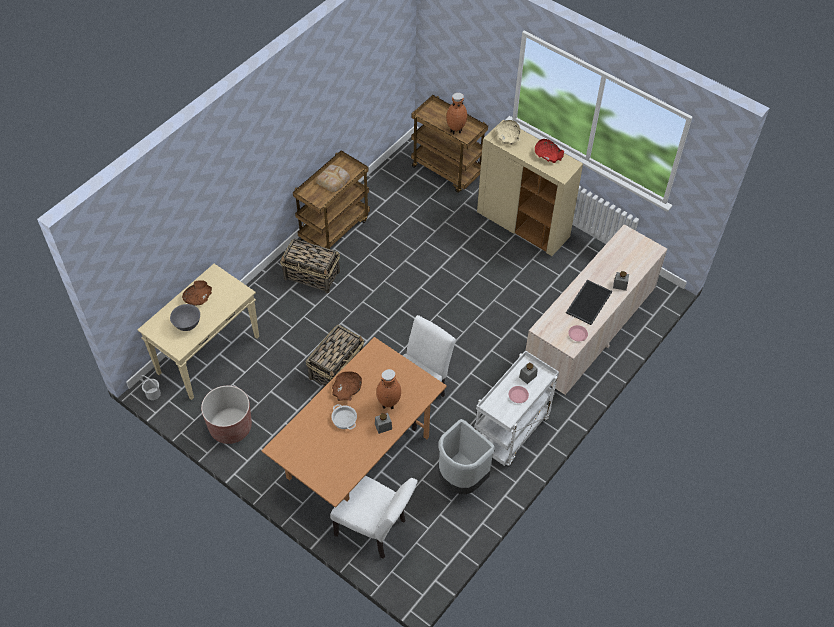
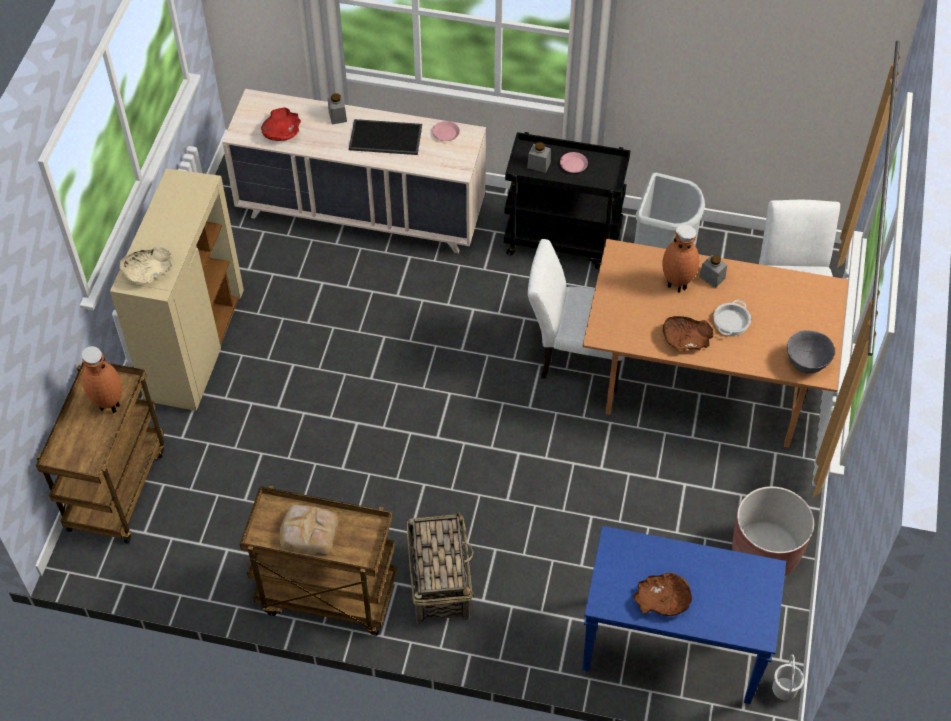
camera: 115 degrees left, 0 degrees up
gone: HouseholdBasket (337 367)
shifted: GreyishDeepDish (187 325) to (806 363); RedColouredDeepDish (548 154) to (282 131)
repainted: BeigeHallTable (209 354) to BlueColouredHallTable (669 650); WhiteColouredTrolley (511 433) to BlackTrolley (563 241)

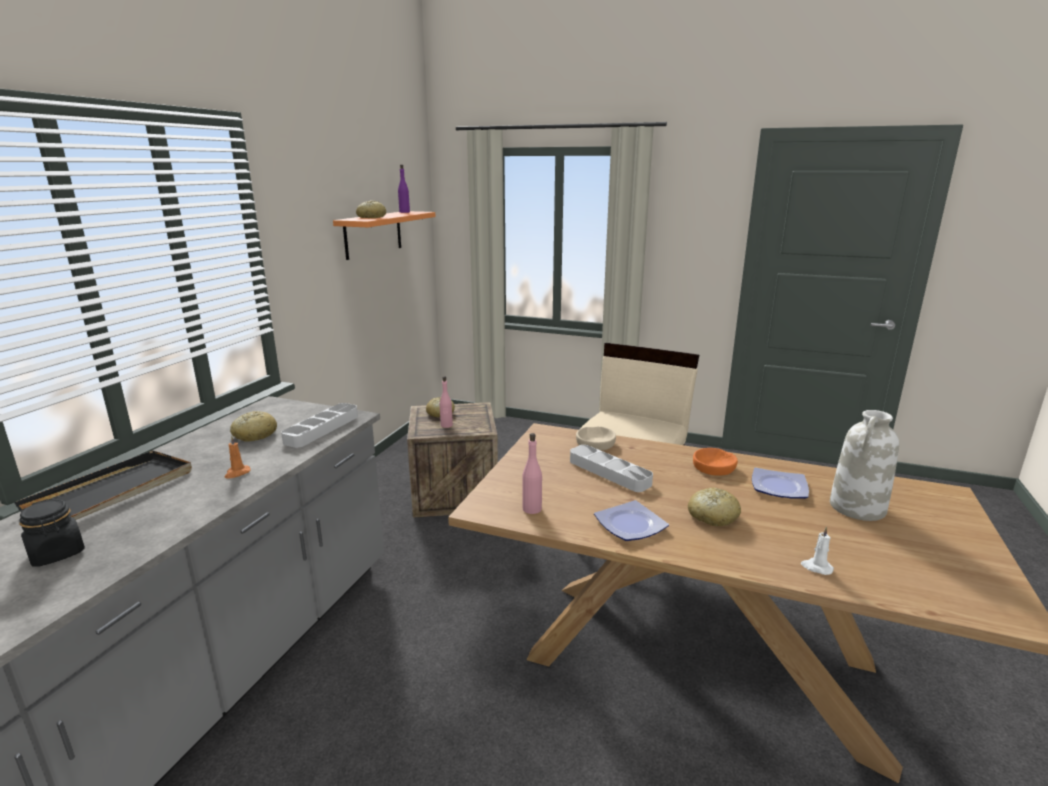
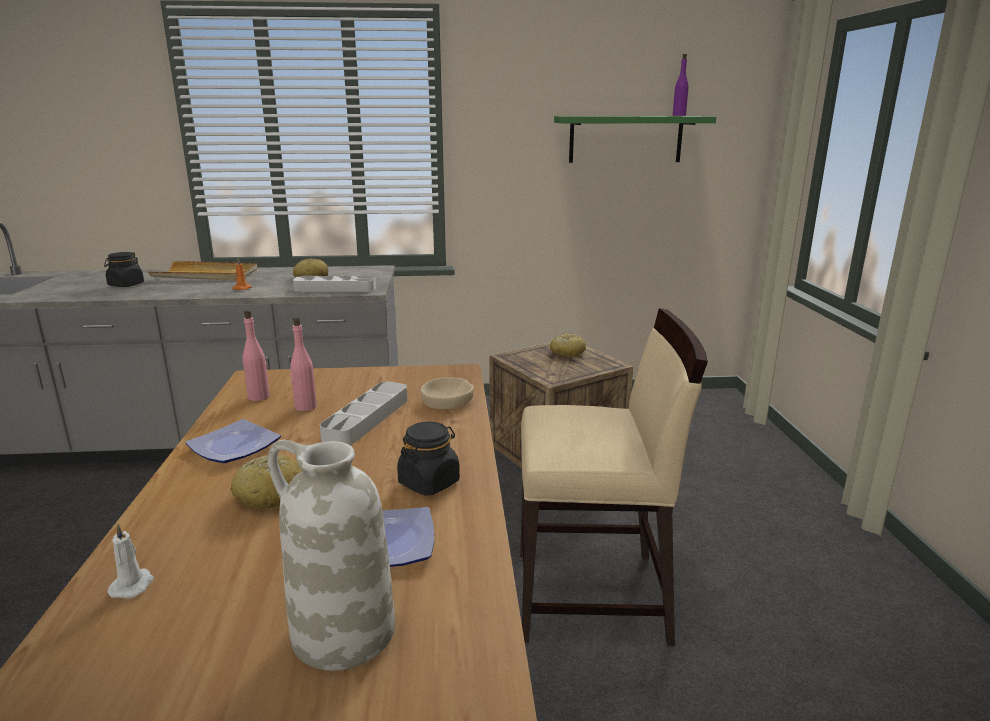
camera: 65 degrees right, 0 degrees up
gone: Bread (371 217)
shifted: PinkColouredDrinkBottle (446 425) to (305 407)
swapped: OrangeyDeepDish (714 467) to BlackStorageJar (429 482)
repainted: BlackCarryingTray (113 491) to BeigeCarryingTray (206 275); OrangeyShelf (373 234) to GreenShelf (625 139)

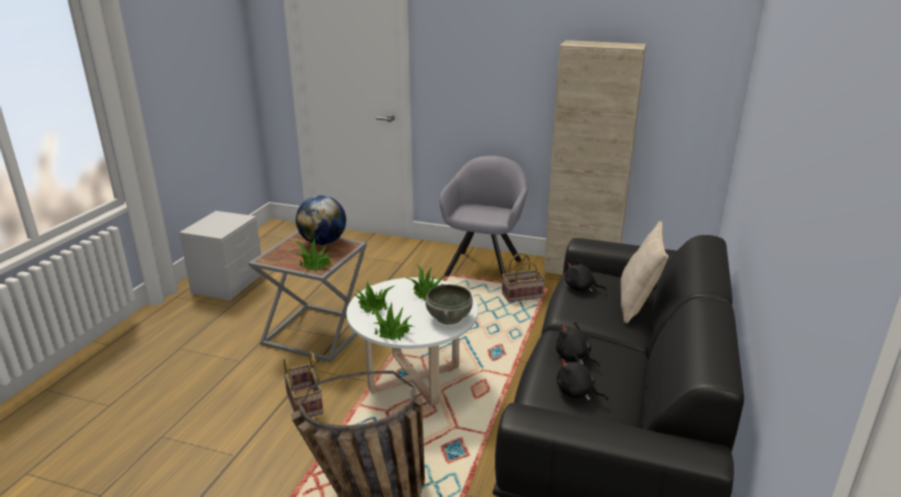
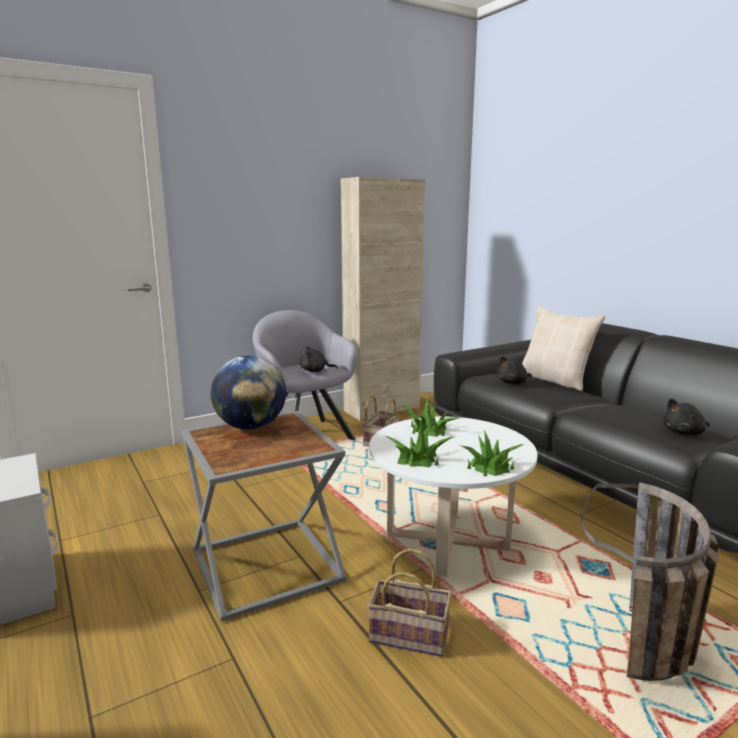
camera: 50 degrees left, 10 degrees down
gone: PlantInAPot (315 263); GreyishDeepDish (448 317)
shifted: BlackCuddlyToy (574 357) to (315 371)

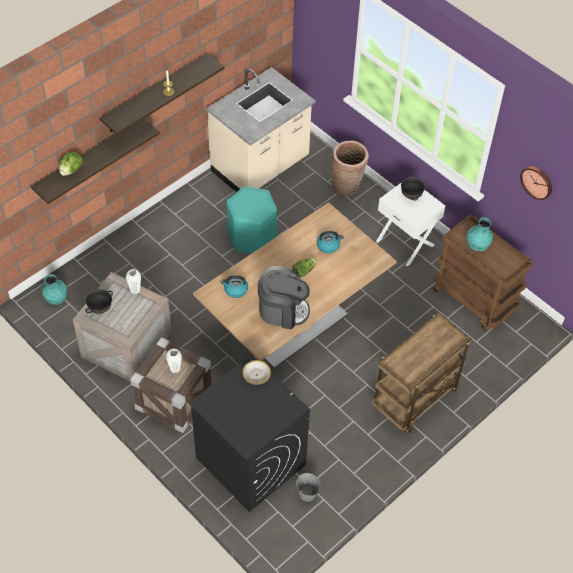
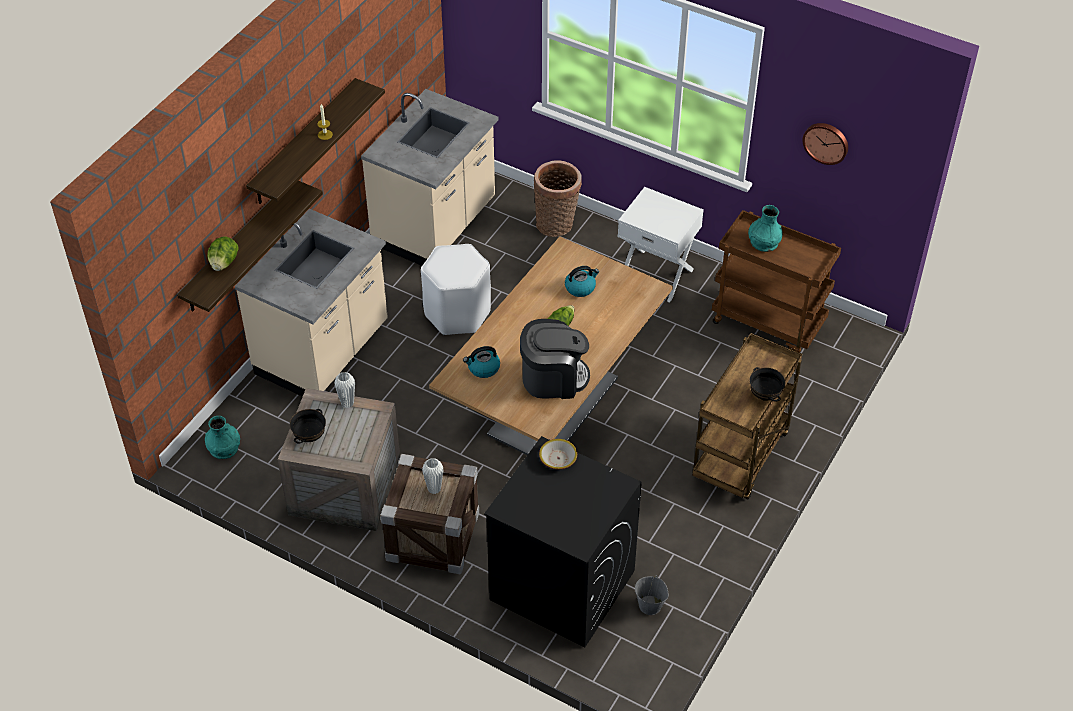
camera: 15 degrees left, 5 degrees down
new: BeigeCounter (323 351)
shifted: BlackDeepDish (411 196) to (765 395)
repainted: BlueGreenStoolSeat (251 237) to WhiteColouredStoolSeat (457 313)

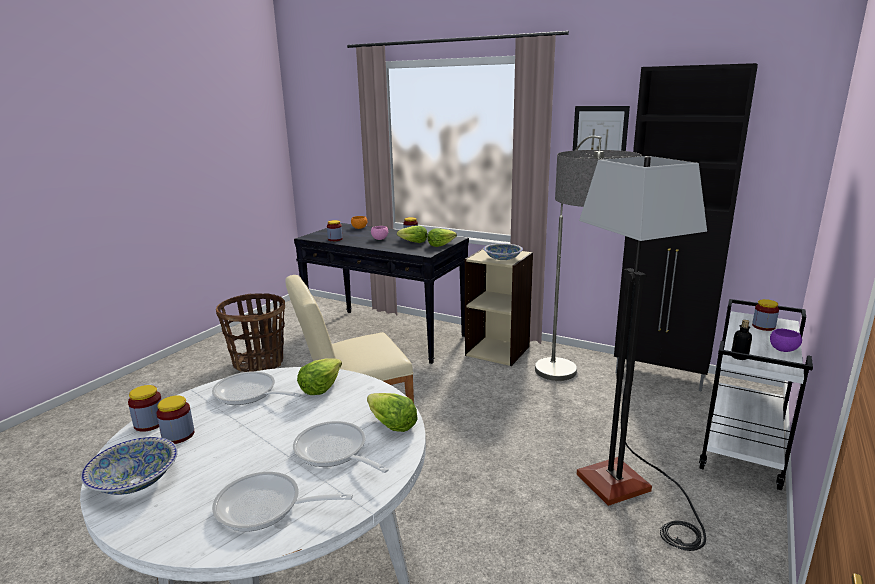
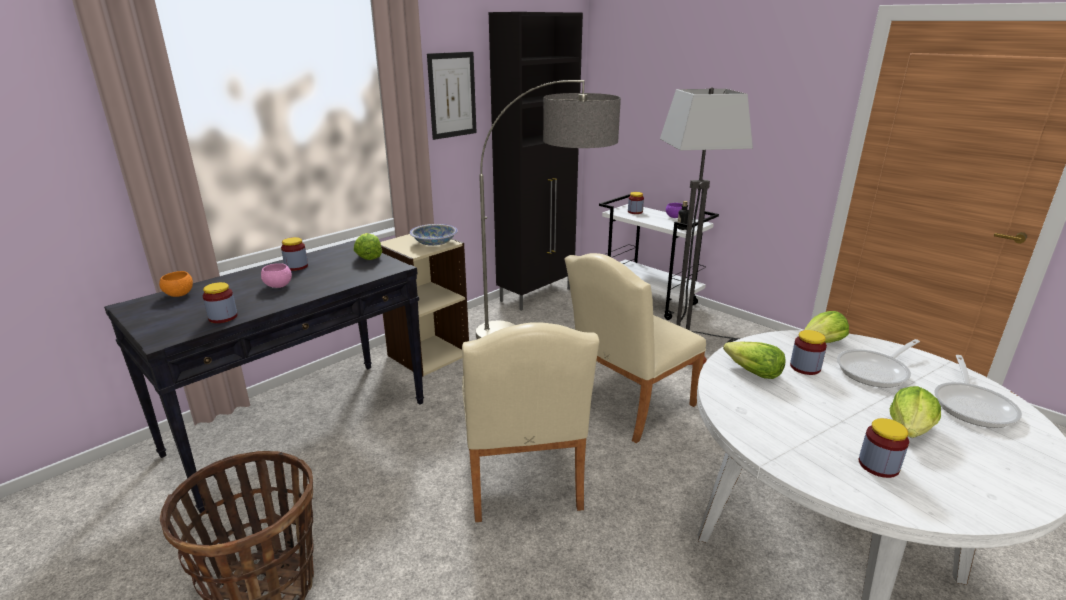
camera: 75 degrees left, 5 degrees up
gone: DeepDish (135 481); FryingPan (249 394)
new: BeigePlainChair (627 407)
shifted: StorageJar (150 423) to (805 367); HeadOfLettuce (413 242) to (910 429)

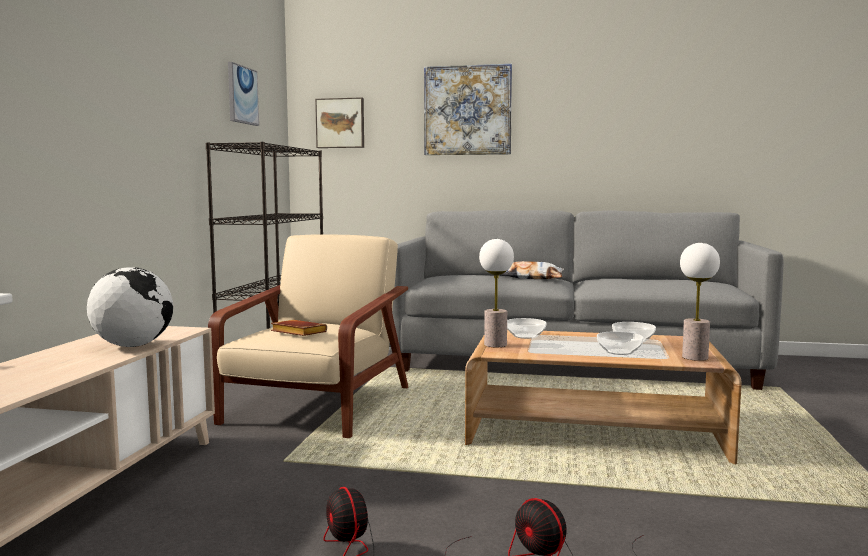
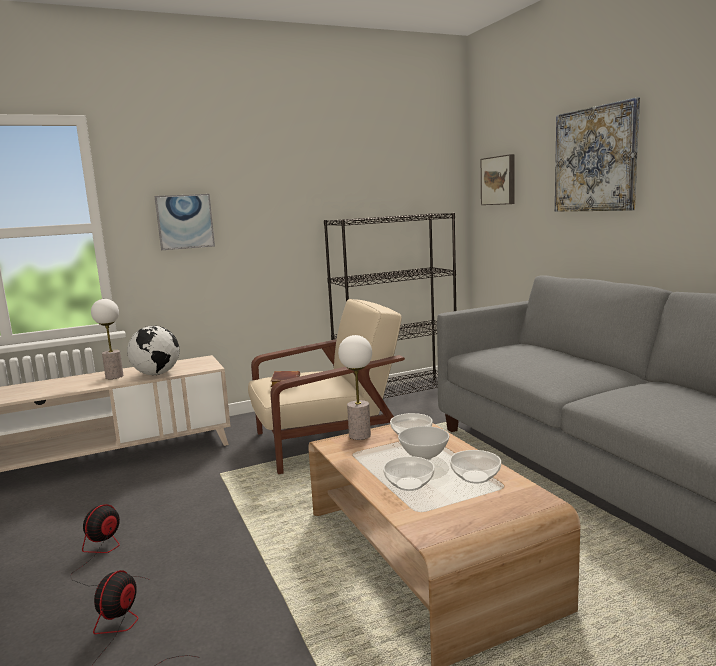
camera: 55 degrees right, 5 degrees up
gone: ThrowPillow (531 277)
new: WhiteColouredDeepDish (423 457)
shifted: WallPicture (242 95) to (185 221); TabletopLamp (695 357) to (114 376)

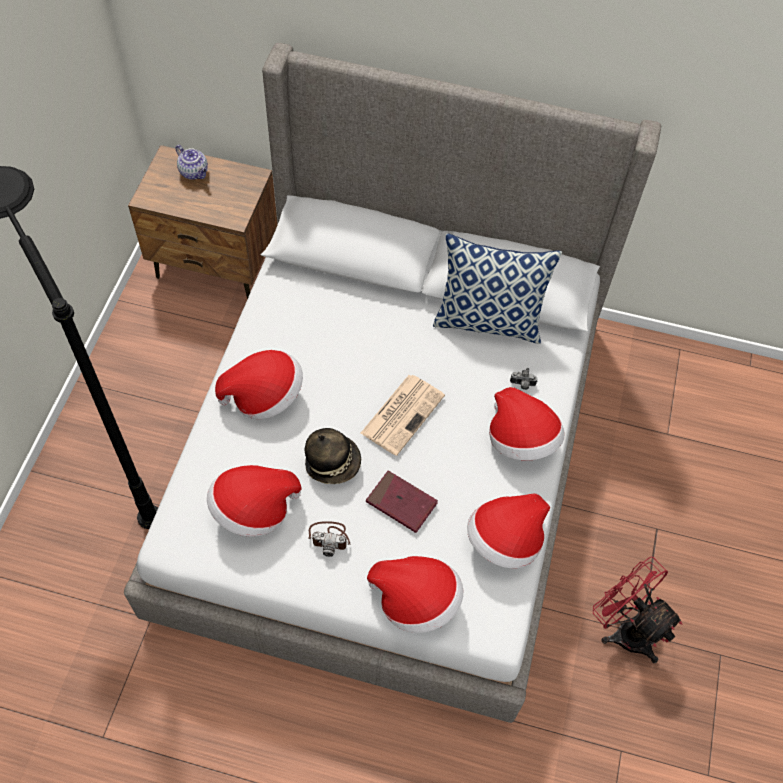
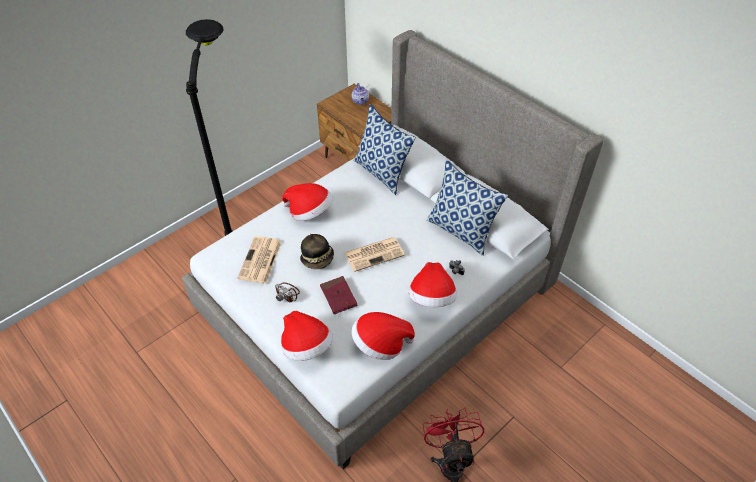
camera: 35 degrees right, 10 degrees down
new: ThrowPillow (382 173)
swapped: WearableHat (254 510) to DailyPaper (260 260)

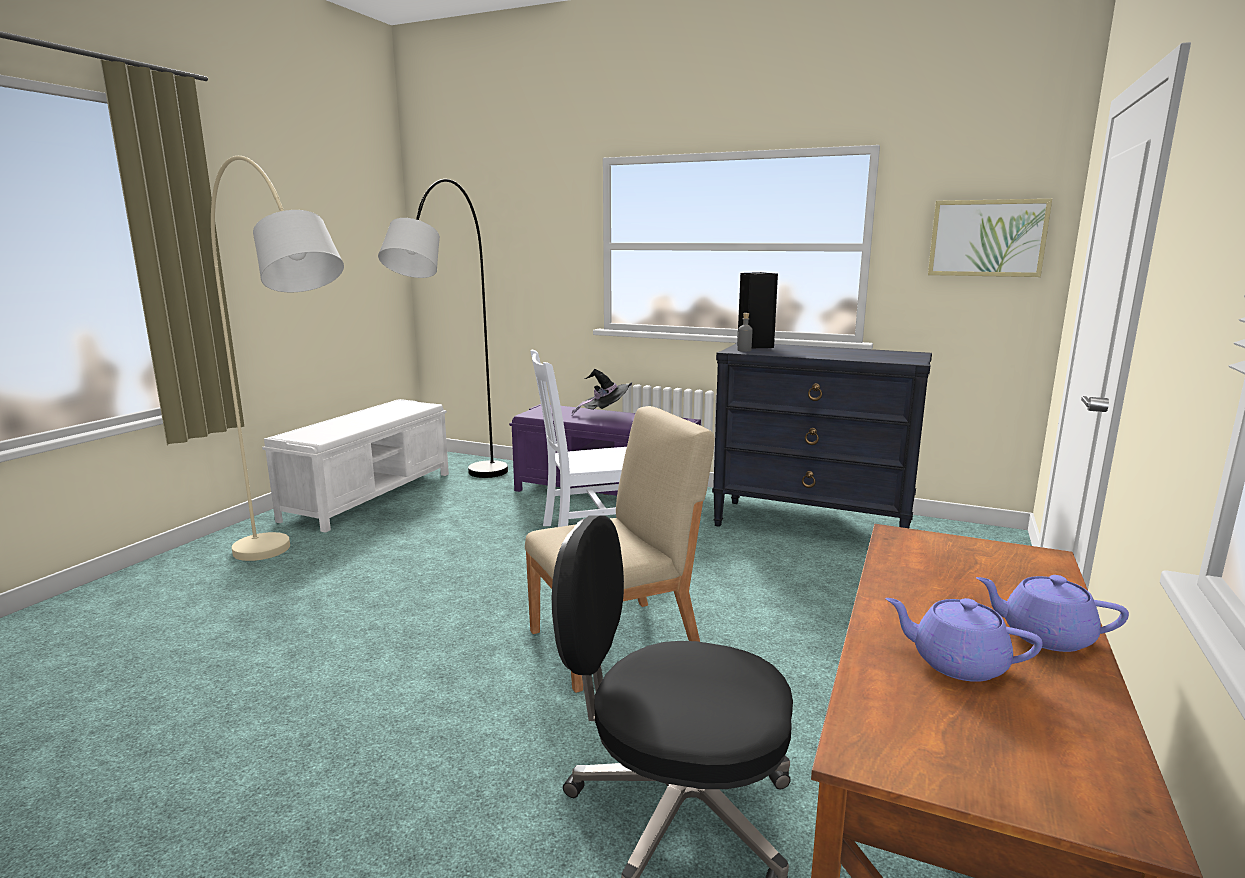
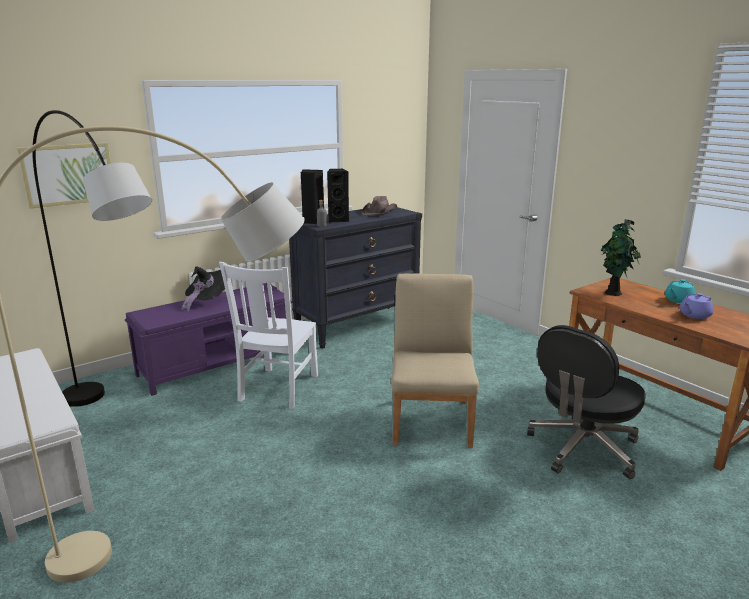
camera: 60 degrees left, 5 degrees up
new: BlackLoudspeaker (338 220); BrownWearableHat (379 211); PlantInAPot (614 293)
shifted: WallPicture (987 238) to (68 174)
repainted: PurplishPotForTea (1044 636) to BlueGreenPotForTea (678 300)

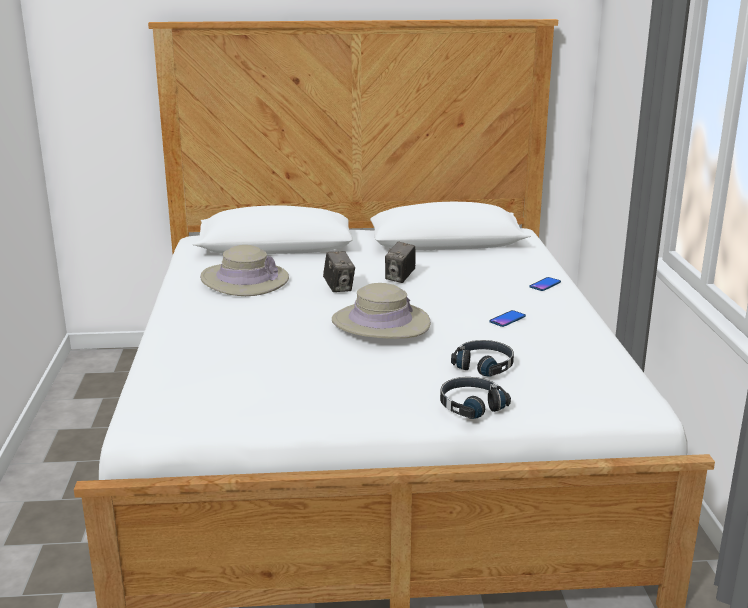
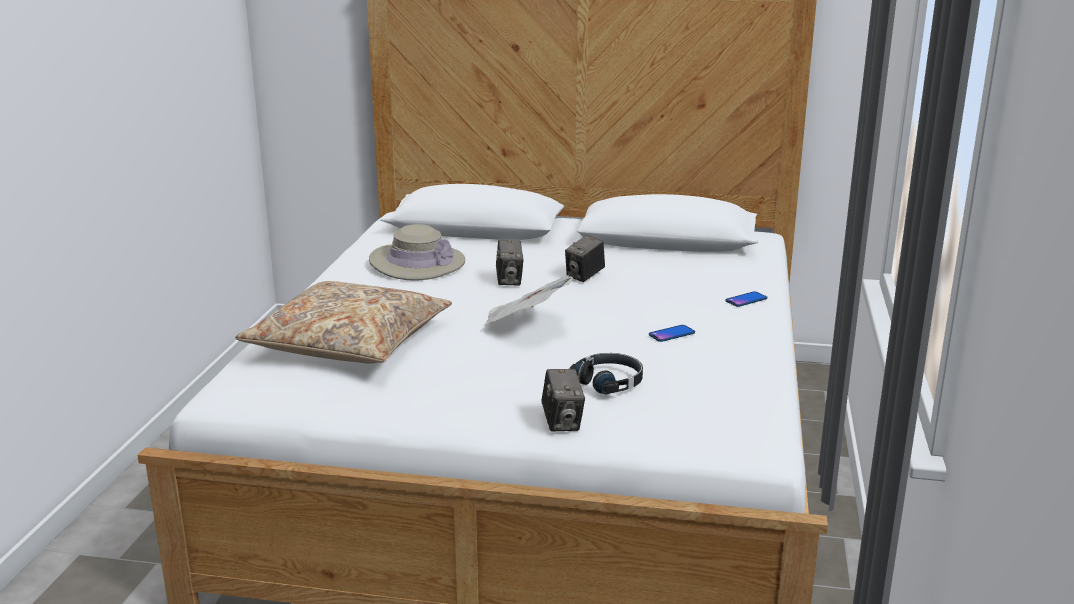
camera: 15 degrees right, 0 degrees up
new: BeigeThrowPillow (349 342)
swapped: BeigeWearableHat (380 323) to DailyPaper (525 323); BlackPairOfHeadphones (471 405) to PhotoCamera (562 422)

